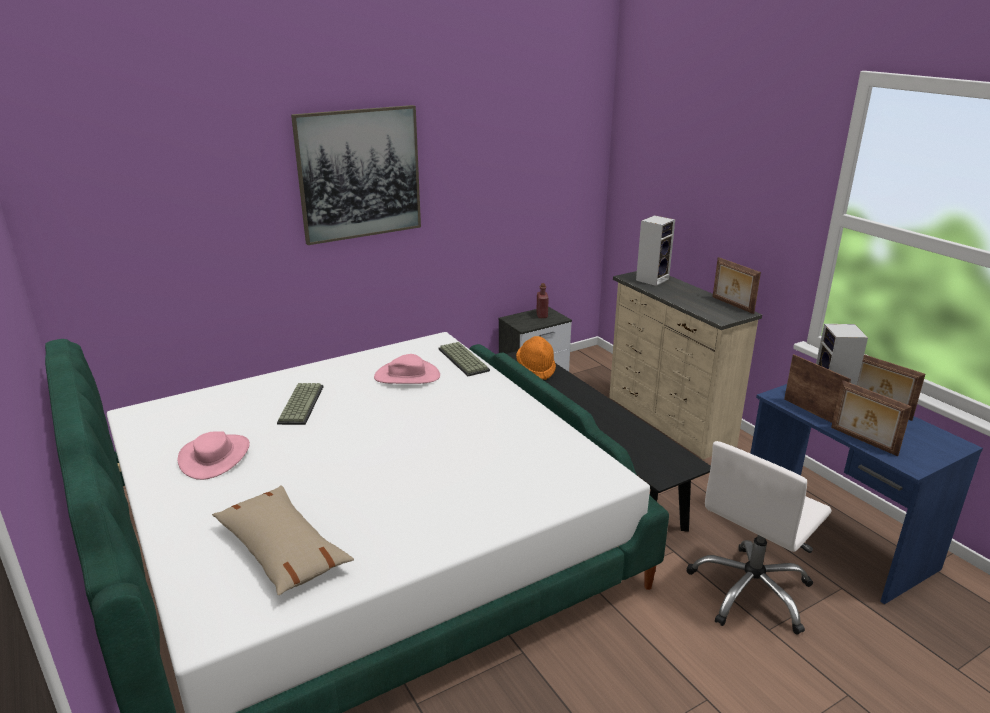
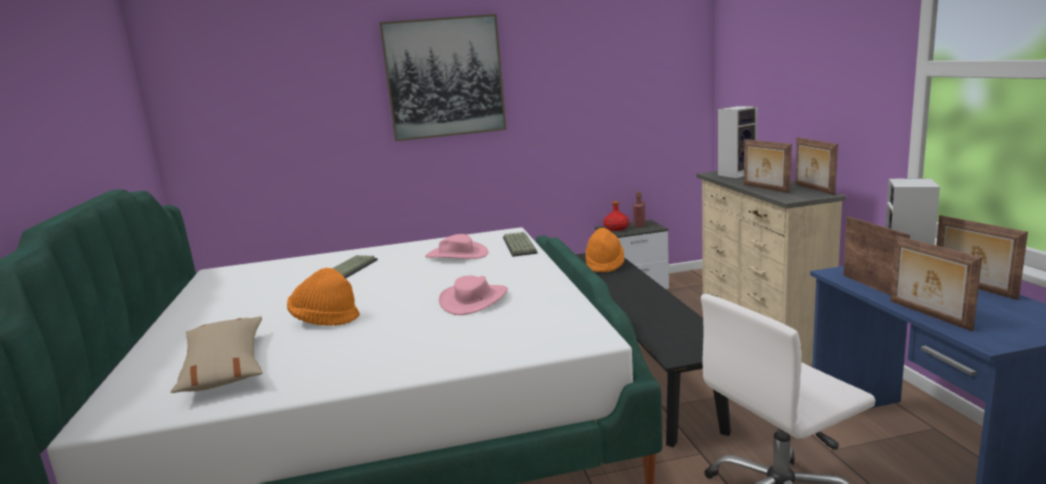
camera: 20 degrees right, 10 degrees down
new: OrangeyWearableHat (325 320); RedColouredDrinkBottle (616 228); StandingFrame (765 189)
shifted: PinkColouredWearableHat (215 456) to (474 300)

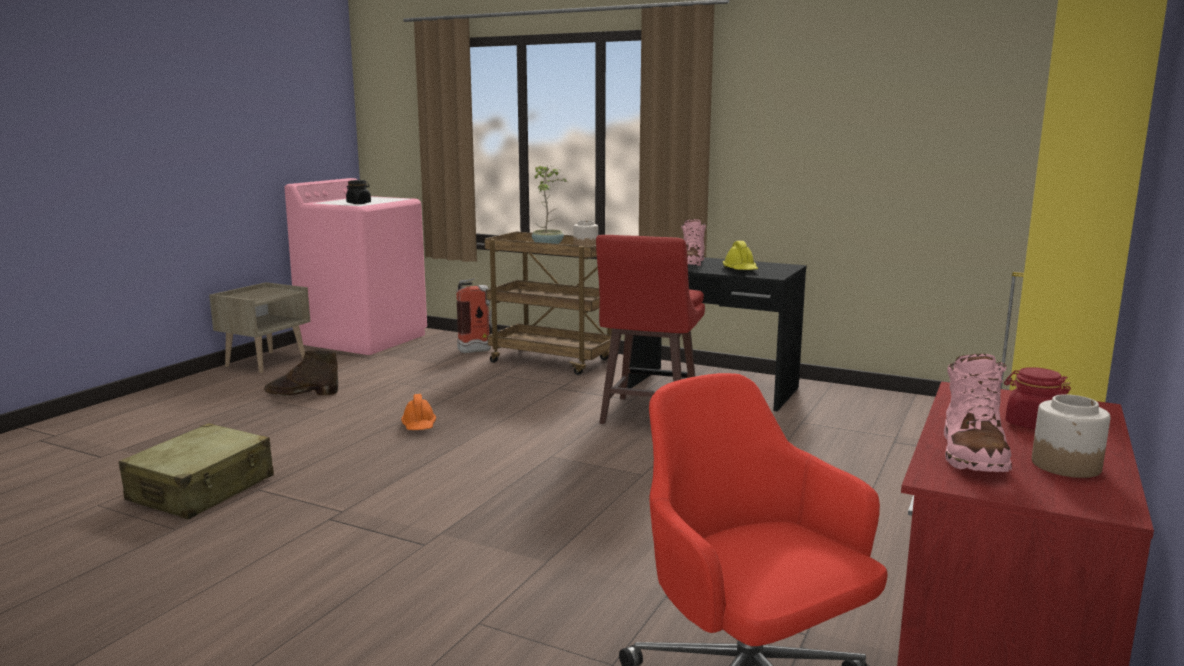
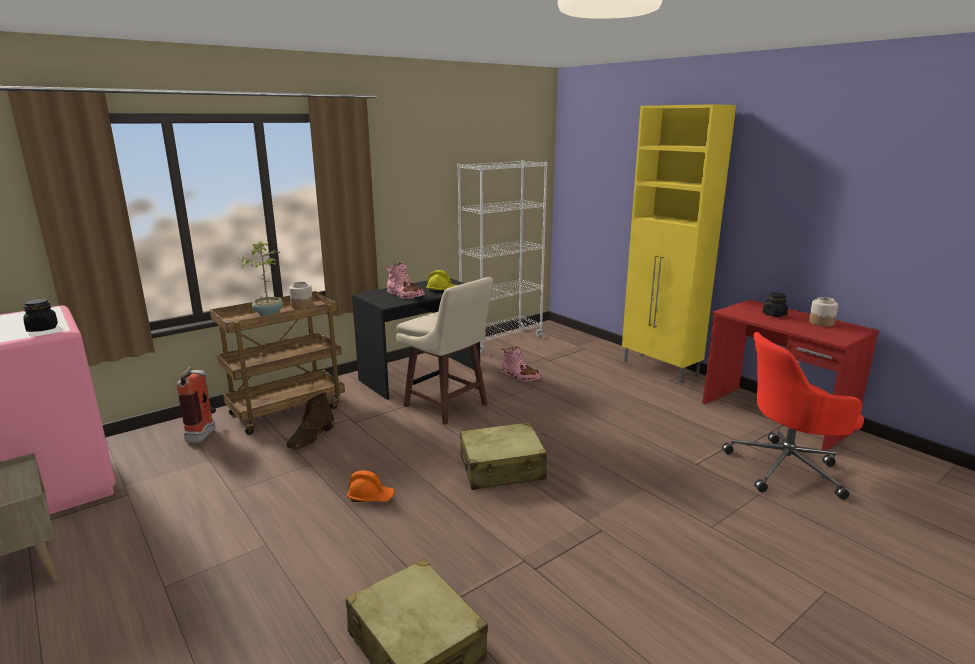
camera: 65 degrees left, 5 degrees up
new: WhiteColouredBookshelf (501 341); BeigePieceOfLuggage (502 468)
shifted: BrownBoot (301 393) to (311 437); PinkColouredBoot (972 454) to (520 376)
repainted: RedColouredStoolSeat (648 415) to BeigeStoolSeat (447 406); RedColouredStorageJar (1032 424) to BlackStorageJar (774 315)

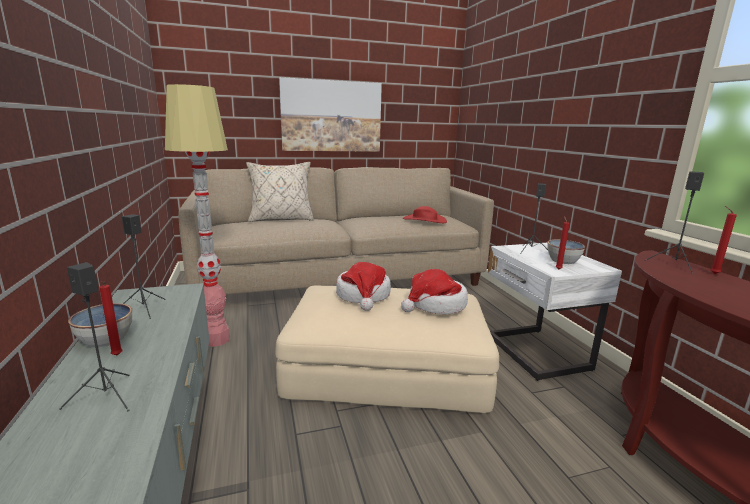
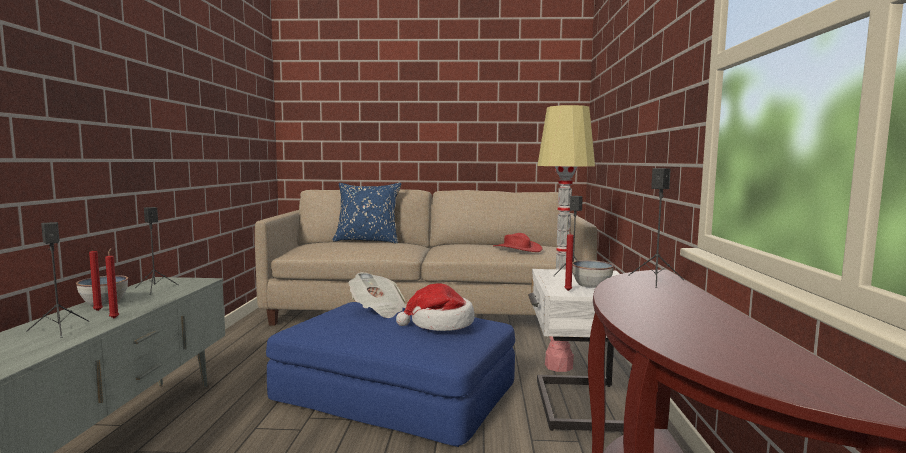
camera: 20 degrees right, 10 degrees down
gone: WallPicture (331 116)
shifted: FloorLamp (216 340) to (558 366); RedColouredWaxCandle (712 273) to (114 318)
swapped: WearableHat (363 296) to DailyPaper (378 310)
repainted: BeigeThrowPillow (281 219) to BlueColouredThrowPillow (367 241); BeigeFootrest (386 364) to BlueColouredFootrest (396 390)

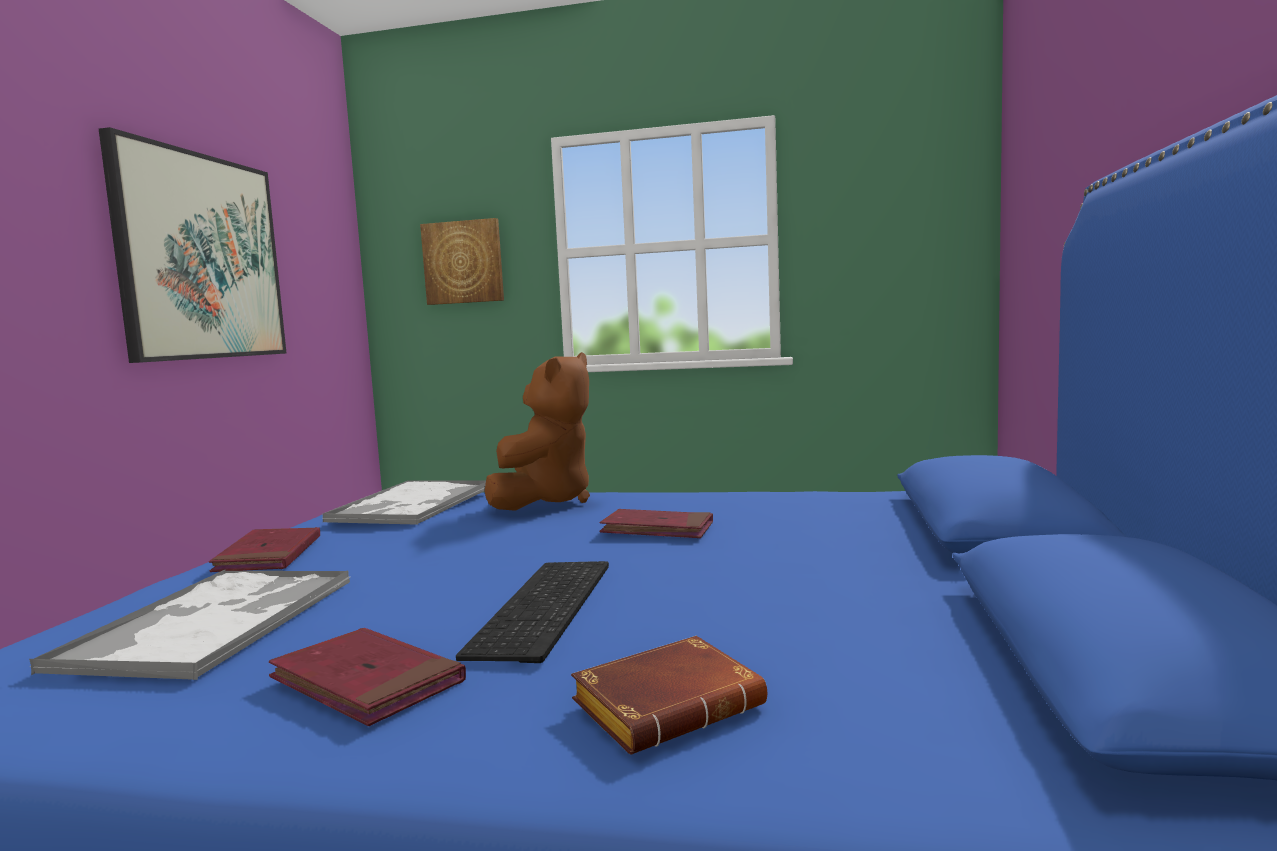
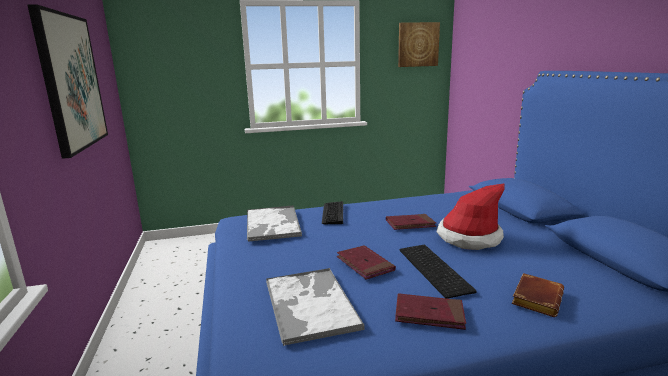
camera: 25 degrees left, 10 degrees up
new: WearableHat (469 237)
shifted: RedColouredVolume (269 555) to (365 264); WallPicture (463 262) to (418 44)
swapped: BrownCuddlyToy (546 501) to PcKeyboard (333 213)

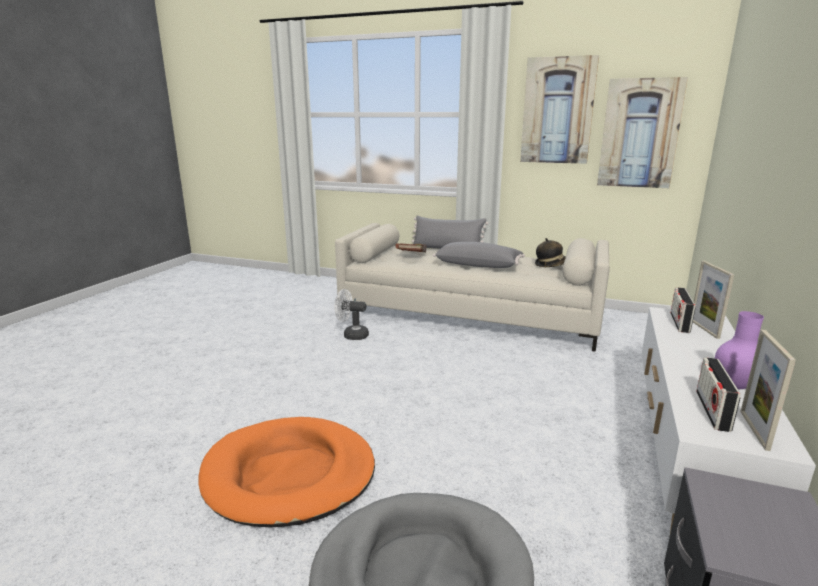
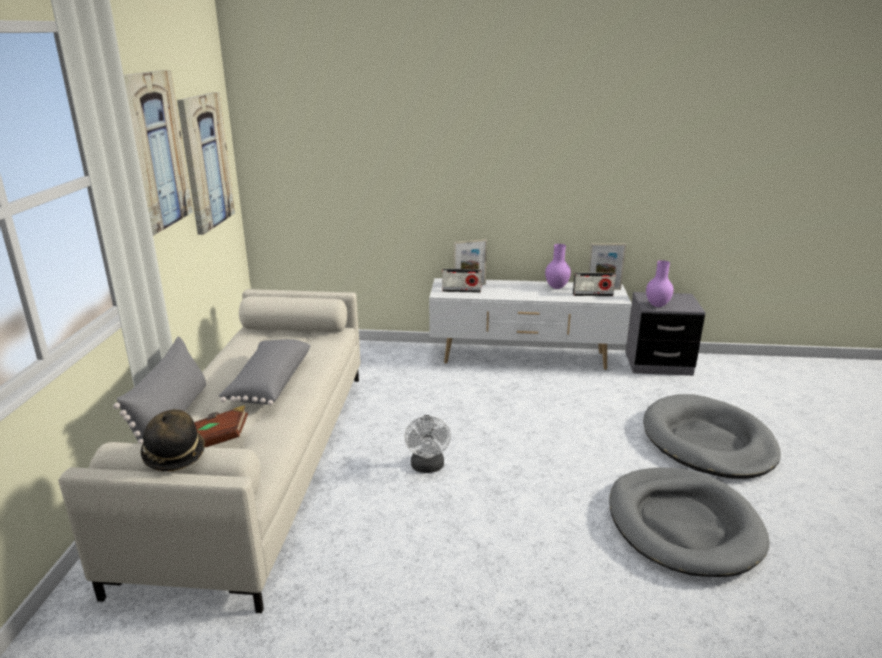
camera: 105 degrees left, 5 degrees up
new: PurplishDecorativeVase (657 306)
shifted: WhiteColouredFan (351 335) to (428 467); WearableHat (550 265) to (174 454)
repainted: OrangeyDogCushion (289 475) to GreyishDogCushion (683 525)

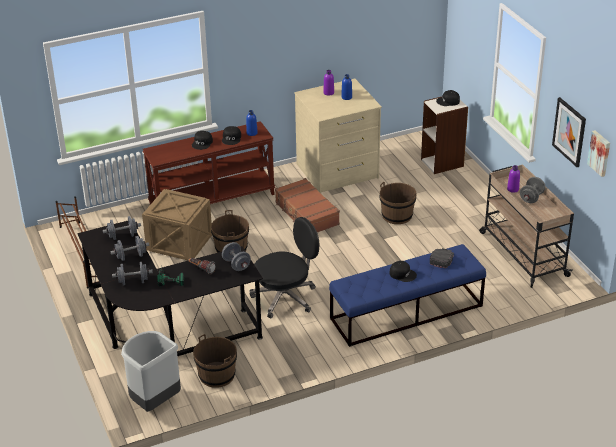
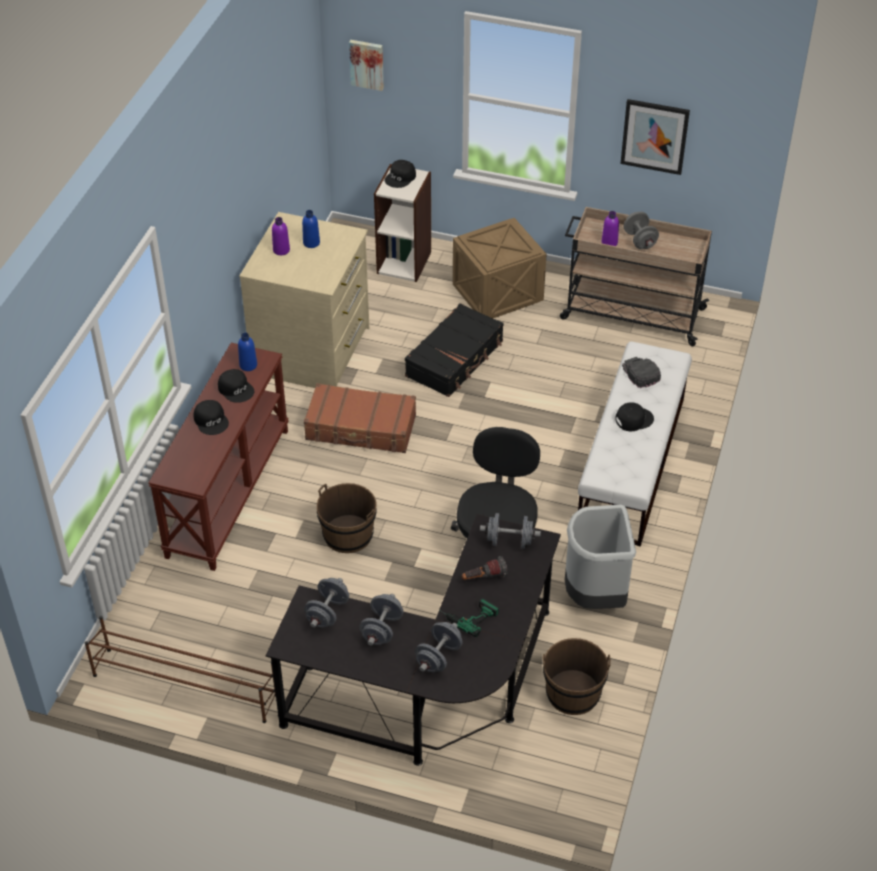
camera: 50 degrees left, 10 degrees up
shifted: GreyishWasteBin (154 402) to (595 596); PackingCrate (180 243) to (498 293); WallPicture (600 153) to (367 64)
swapped: BrownBucket (397 215) to BlackPieceOfLuggage (455 359)
repainted: BlueColouredIndoorBench (406 312) to WhiteColouredIndoorBench (631 464)

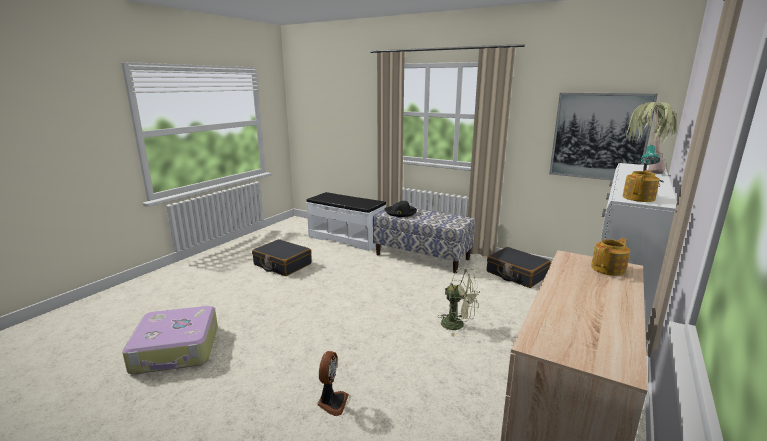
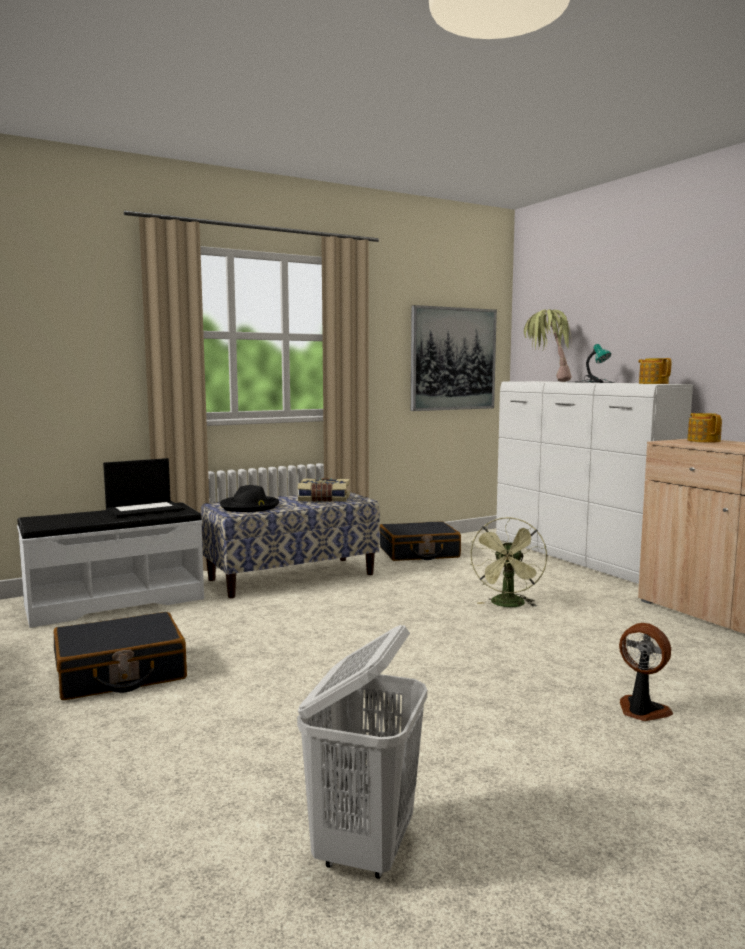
camera: 60 degrees left, 10 degrees down
new: NotebookComputer (145 509); Volume (324 499)
swapped: PieceOfLuggage (177 349) to WhiteColouredWashingBasket (365 848)
rotated: GreenFan (458 325) = (508 605) 135 degrees clockwise

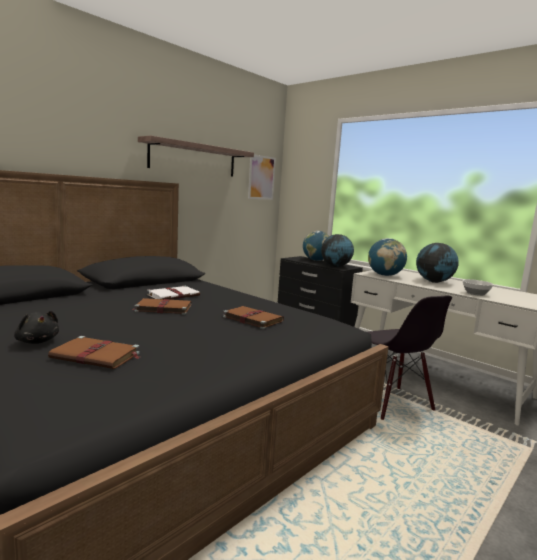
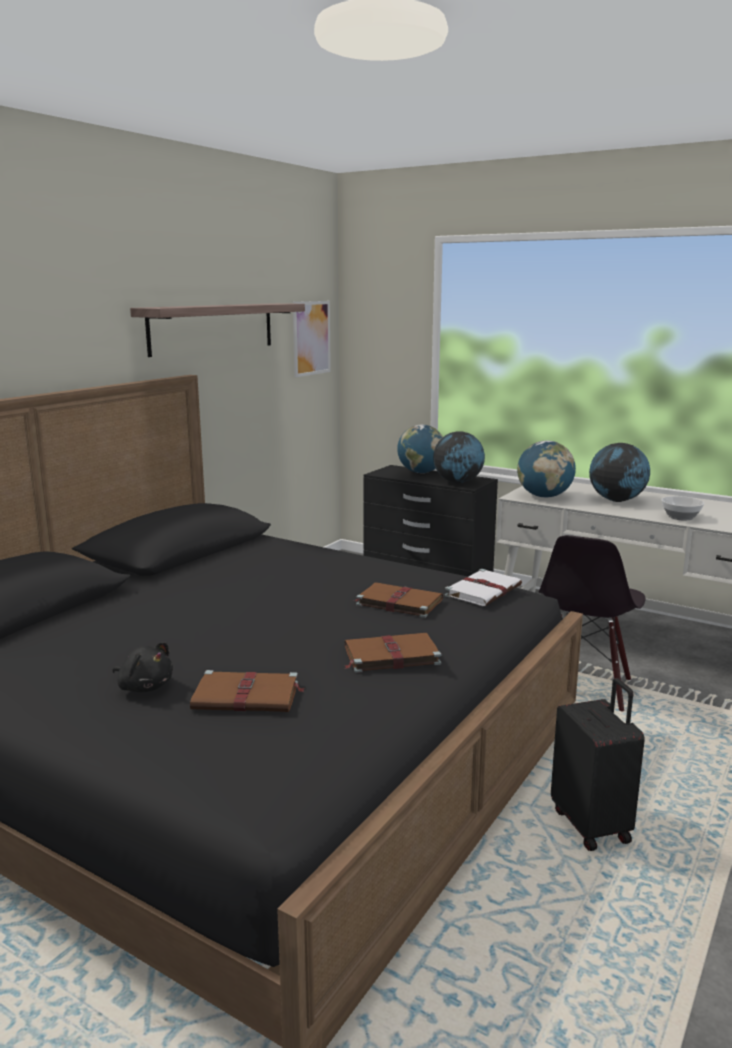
camera: 10 degrees left, 5 degrees up
new: BlackPieceOfLuggage (592 825)
shifted: BrownVolume (162 308) to (390 655); WhiteColouredVolume (174 295) to (484 590)
rotated: BlackPlainChair (392 403) = (582 686) 60 degrees clockwise

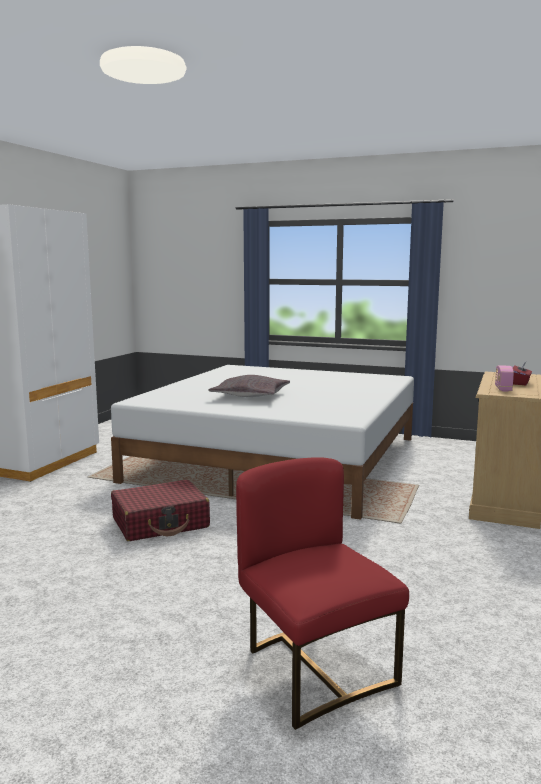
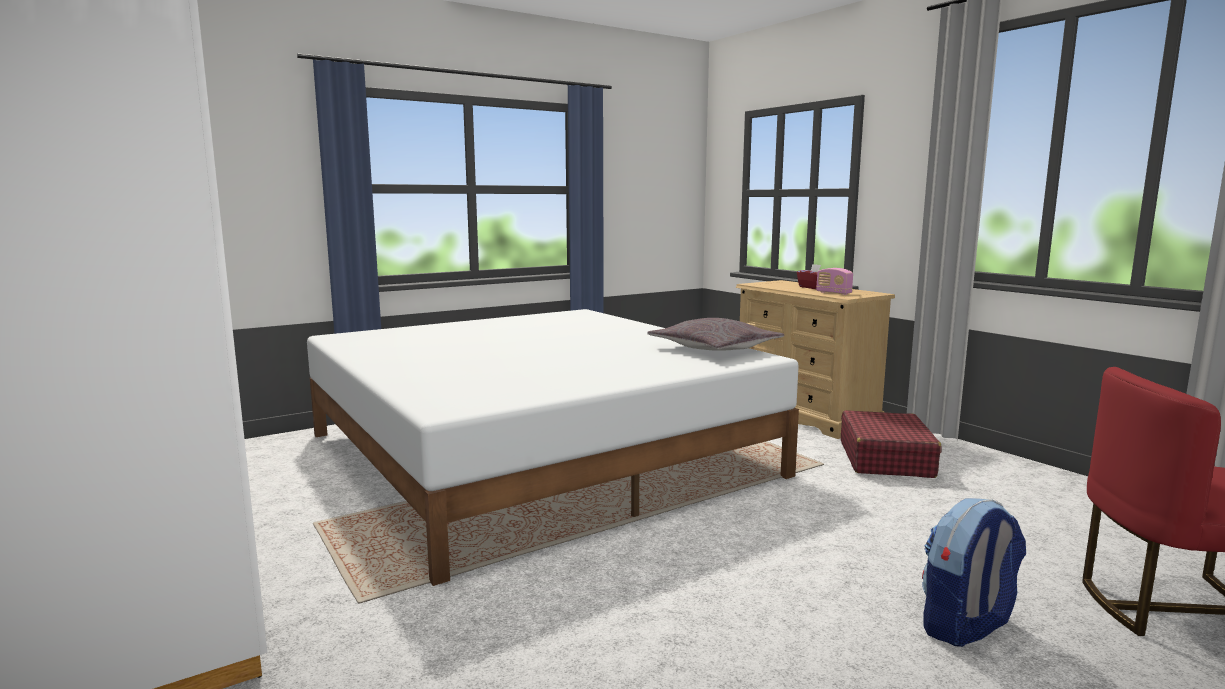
camera: 55 degrees left, 0 degrees up
new: Backpack (966 627)
shifted: RedColouredPieceOfLuggage (161 523) to (885 459); GreyishThrowPillow (250 395) to (714 349)

